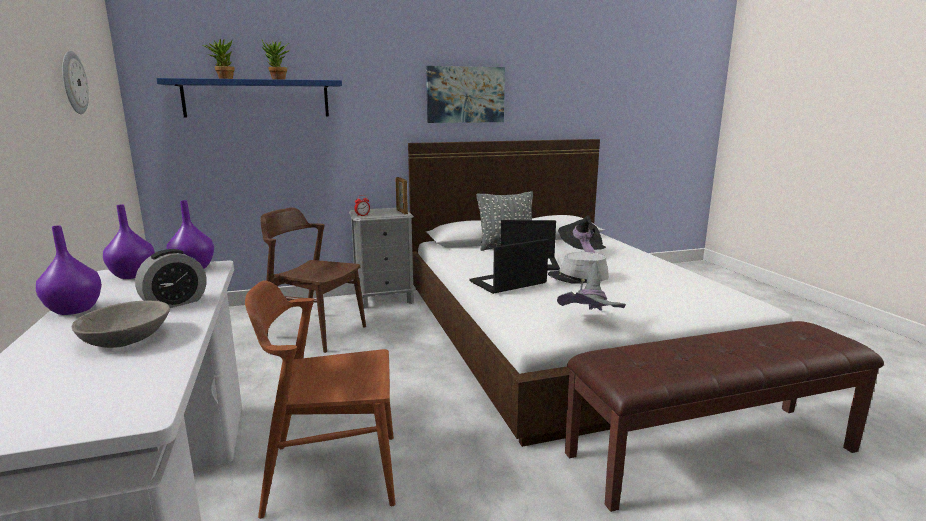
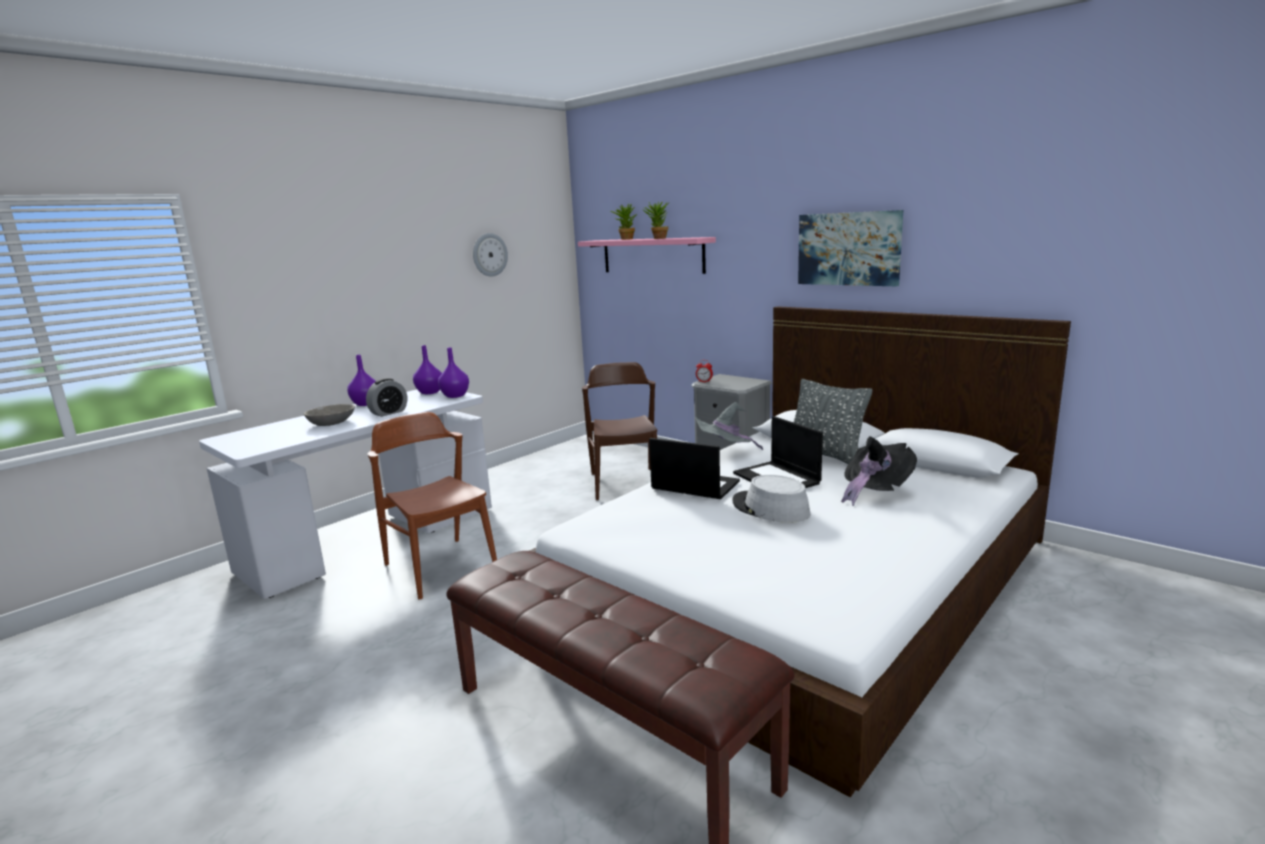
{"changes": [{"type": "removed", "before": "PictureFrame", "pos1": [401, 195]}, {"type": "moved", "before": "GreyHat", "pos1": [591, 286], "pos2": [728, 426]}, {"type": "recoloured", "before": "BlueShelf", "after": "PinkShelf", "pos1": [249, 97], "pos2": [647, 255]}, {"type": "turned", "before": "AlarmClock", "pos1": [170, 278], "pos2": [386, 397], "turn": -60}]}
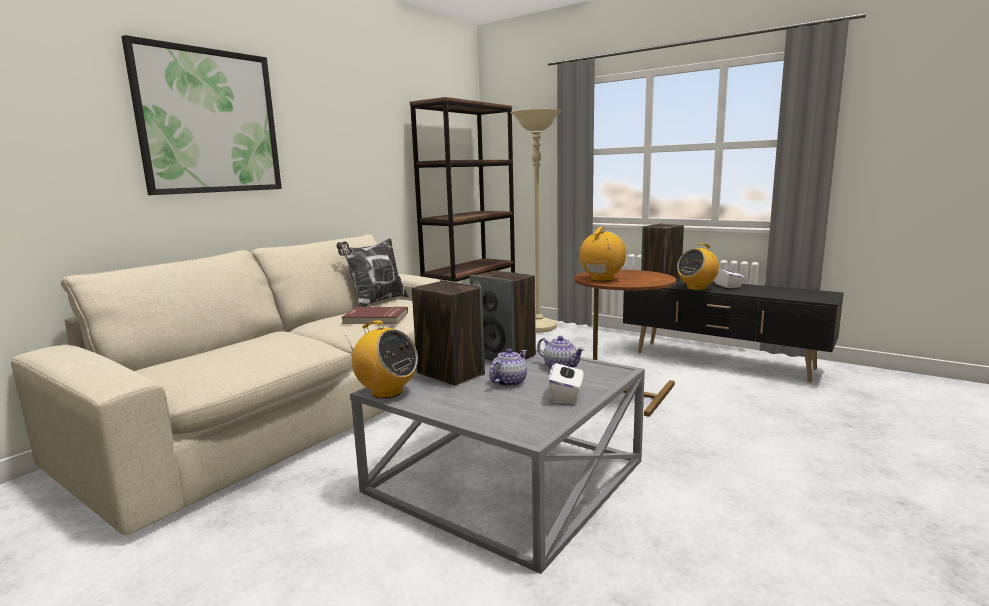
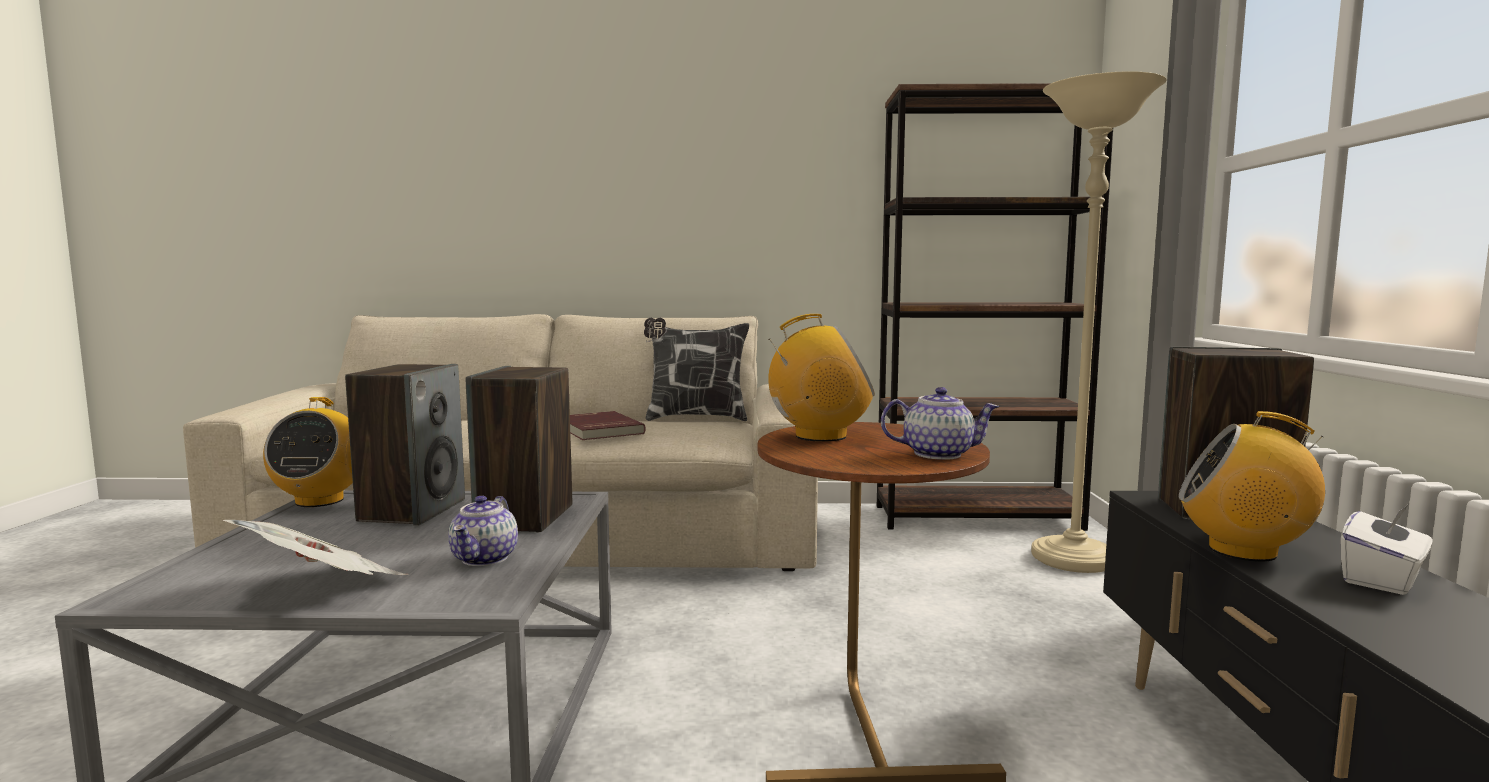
{"changes": [{"type": "removed", "before": "Picture", "pos1": [201, 115]}, {"type": "moved", "before": "Teapot", "pos1": [508, 368], "pos2": [940, 423]}, {"type": "replaced", "before": "WhiteTissueBox", "after": "Newspaper", "pos1": [566, 381], "pos2": [315, 547]}]}
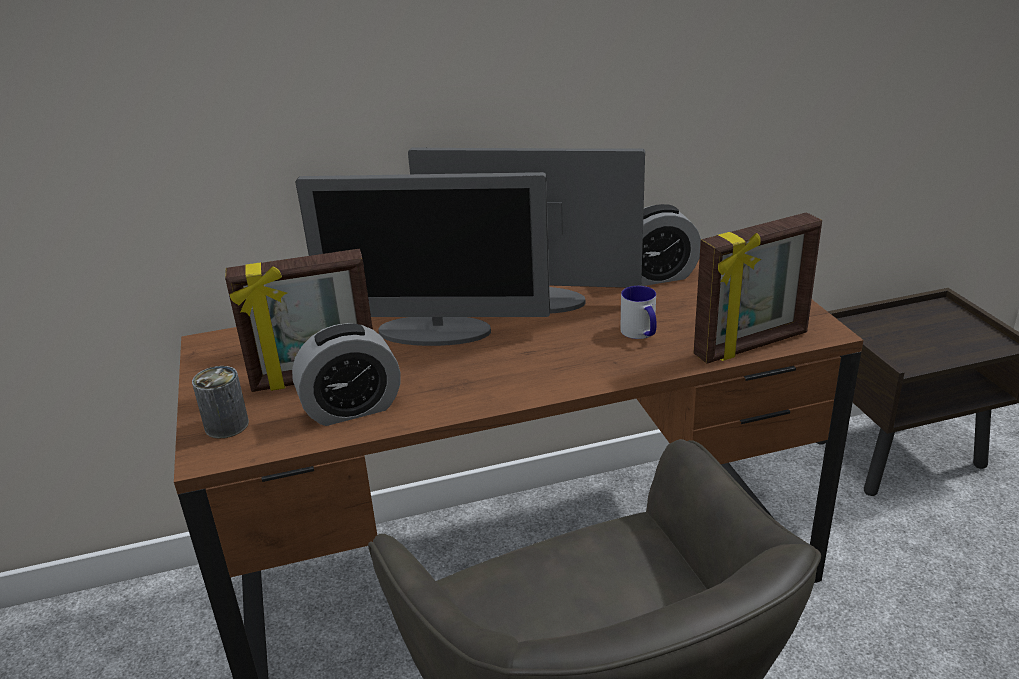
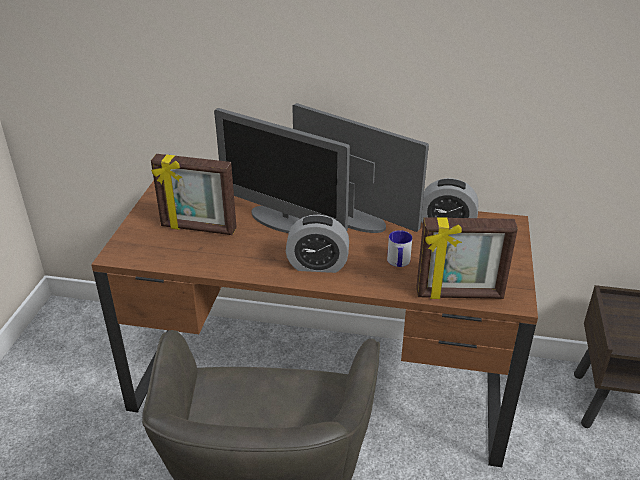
{"changes": [{"type": "removed", "before": "Can", "pos1": [220, 402]}, {"type": "moved", "before": "AlarmClock", "pos1": [346, 374], "pos2": [317, 243]}]}
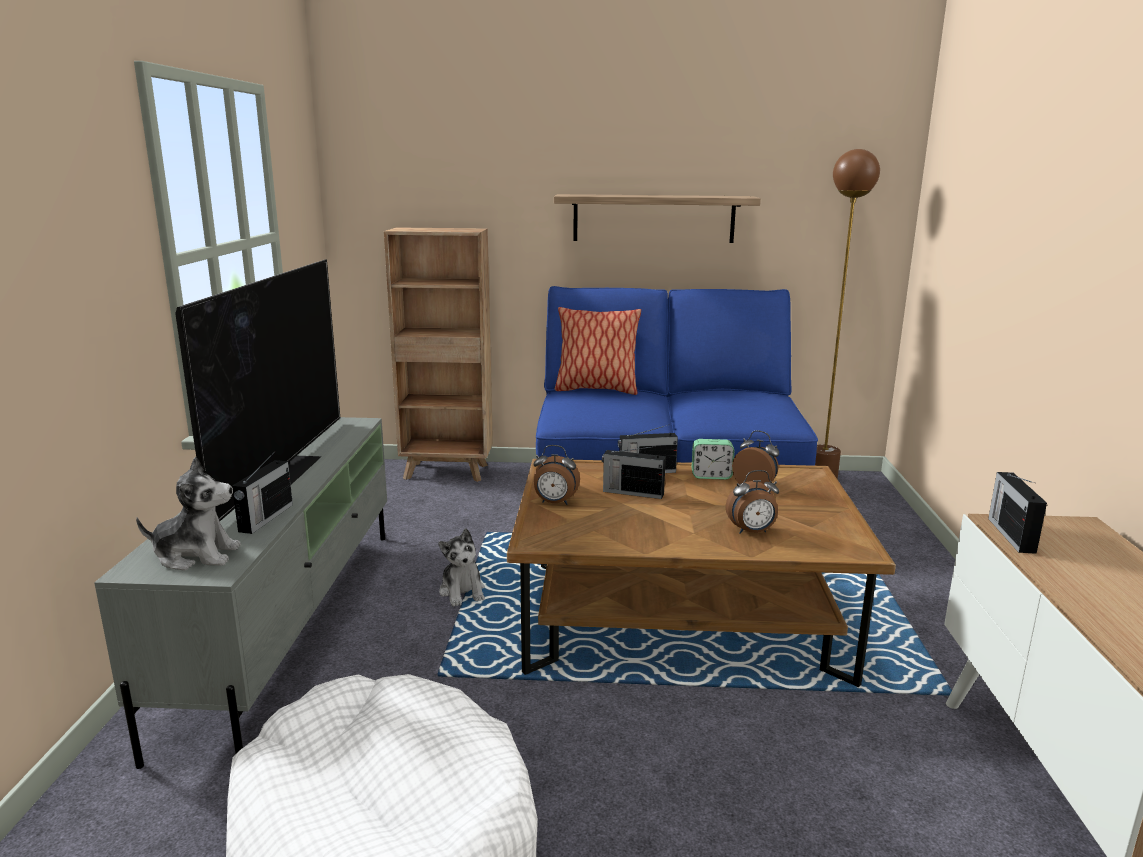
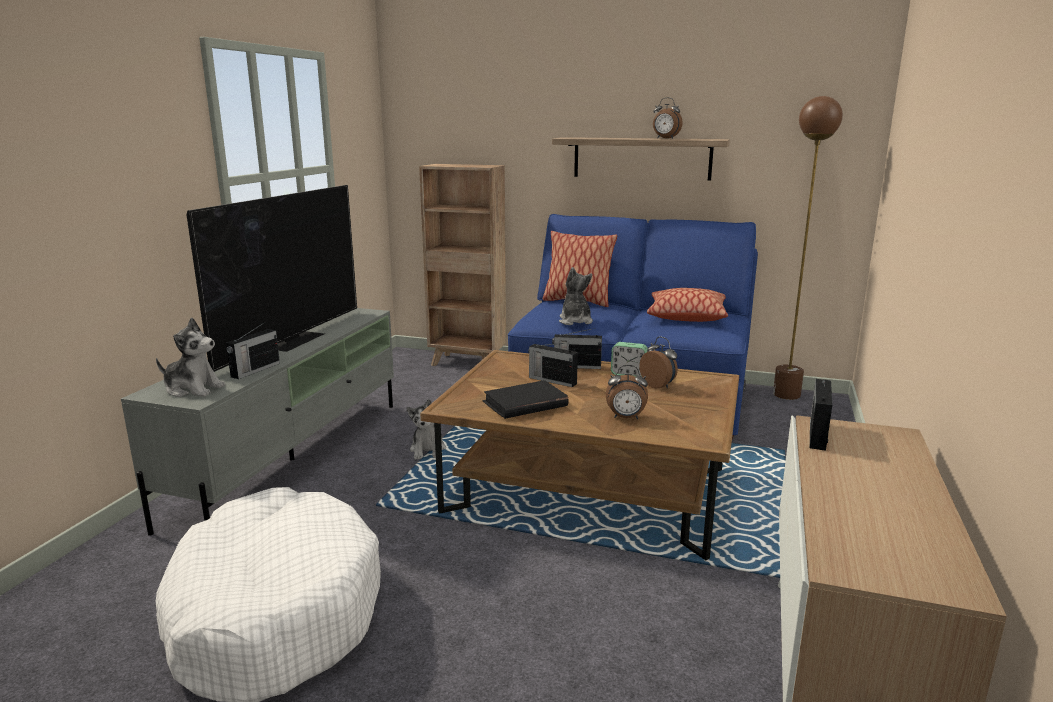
{"changes": [{"type": "added", "after": "BlackBook", "pos2": [525, 399]}, {"type": "added", "after": "PlushToy", "pos2": [576, 296]}, {"type": "added", "after": "Pillow", "pos2": [687, 305]}, {"type": "moved", "before": "AlarmClock", "pos1": [556, 475], "pos2": [668, 118]}]}
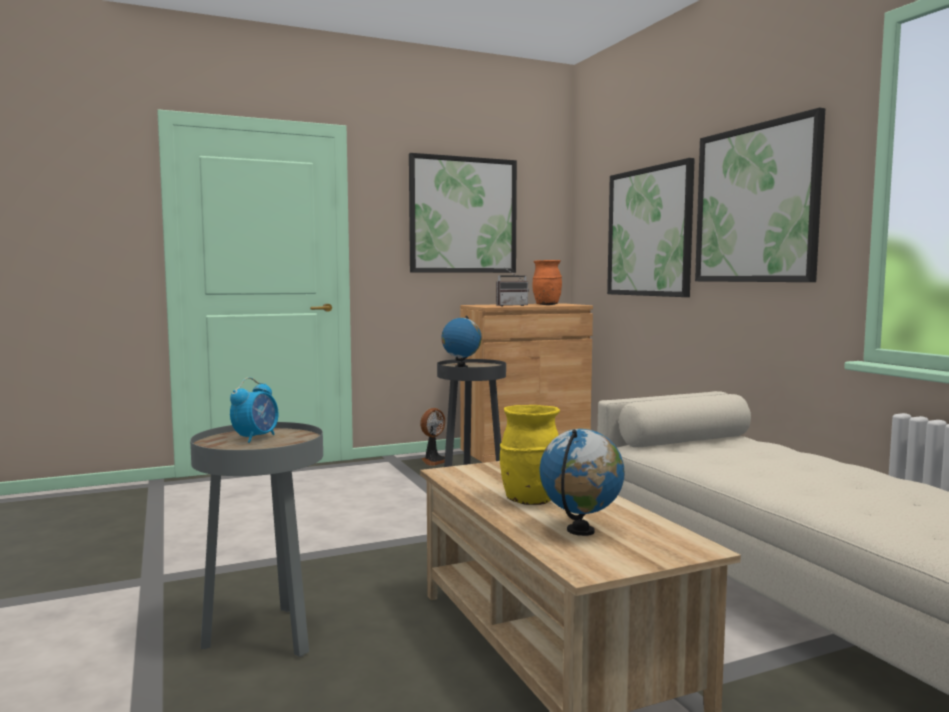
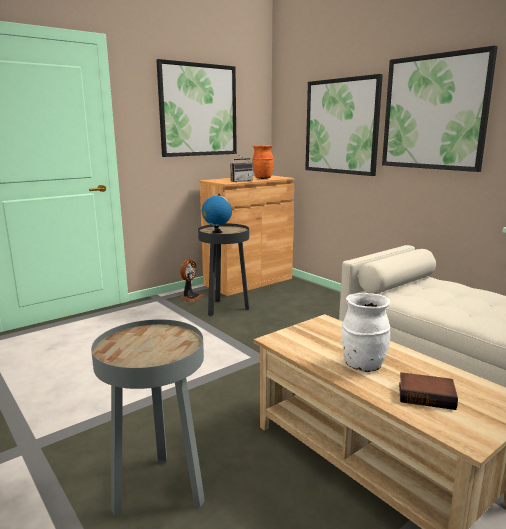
{"changes": [{"type": "removed", "before": "AlarmClock", "pos1": [254, 410]}, {"type": "replaced", "before": "Globe", "after": "Book", "pos1": [581, 482], "pos2": [428, 391]}, {"type": "recoloured", "before": "YellowVase", "after": "WhiteVase", "pos1": [530, 455], "pos2": [365, 332]}]}
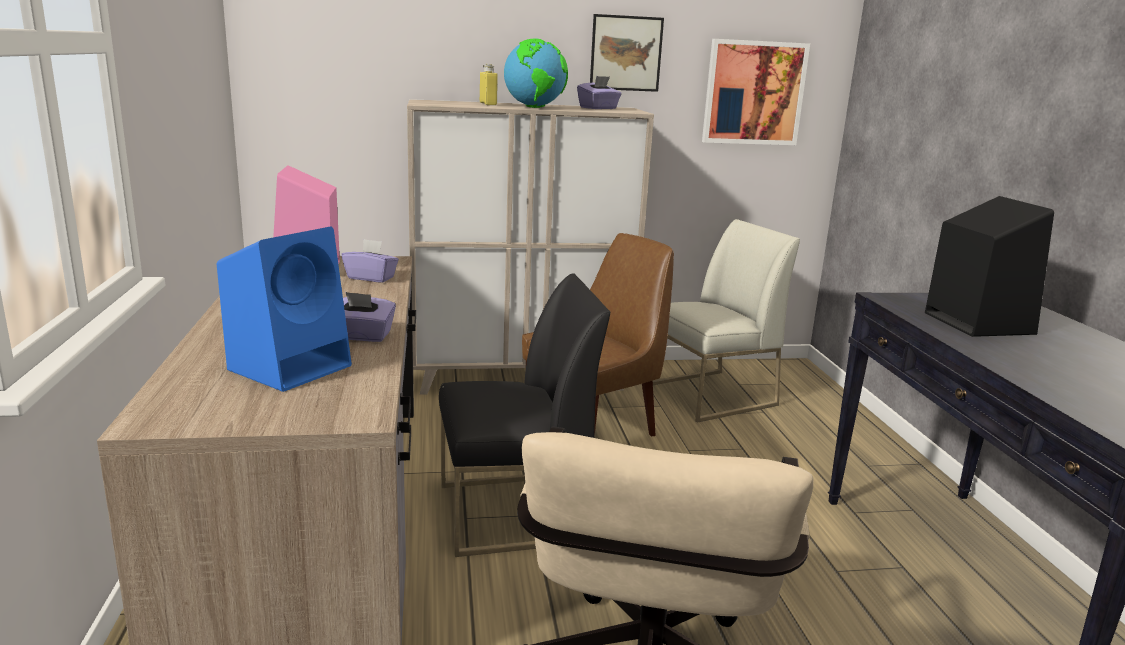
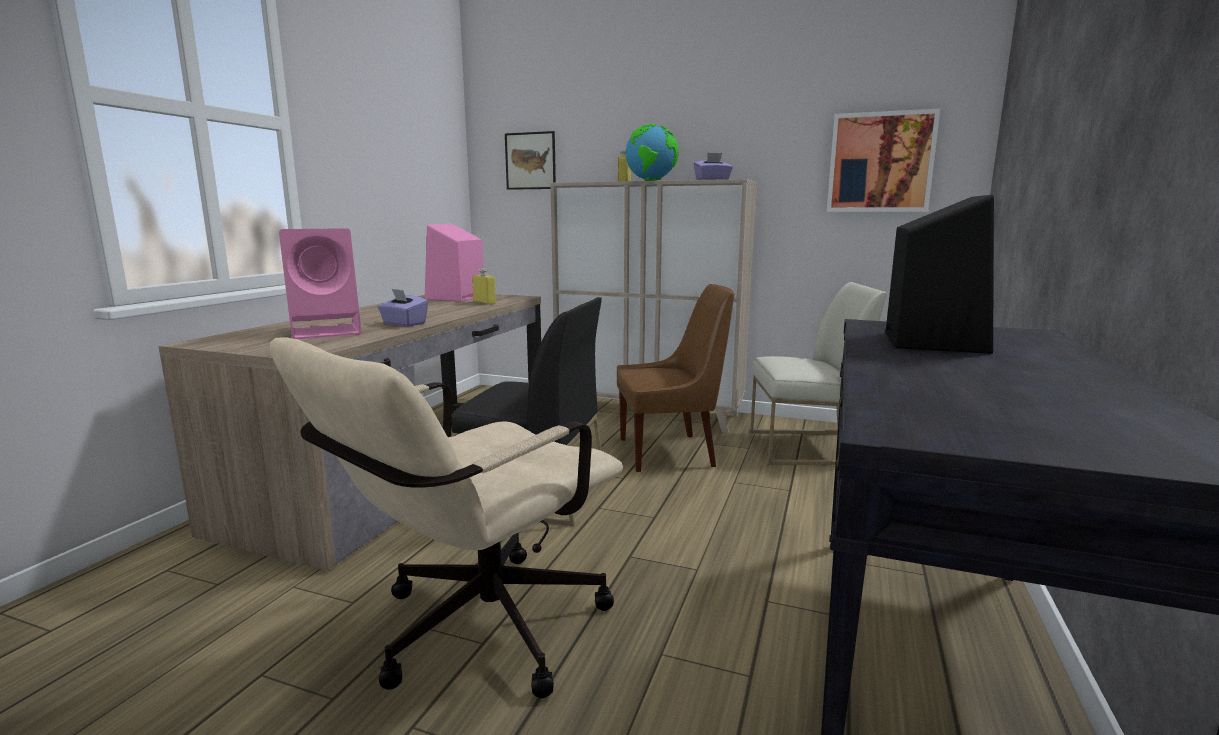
{"changes": [{"type": "moved", "before": "Picture", "pos1": [627, 53], "pos2": [530, 160]}, {"type": "replaced", "before": "PurpleTissueBox", "after": "YellowBottle", "pos1": [370, 261], "pos2": [484, 286]}, {"type": "recoloured", "before": "BlueSpeaker", "after": "PinkSpeaker", "pos1": [284, 309], "pos2": [320, 283]}]}
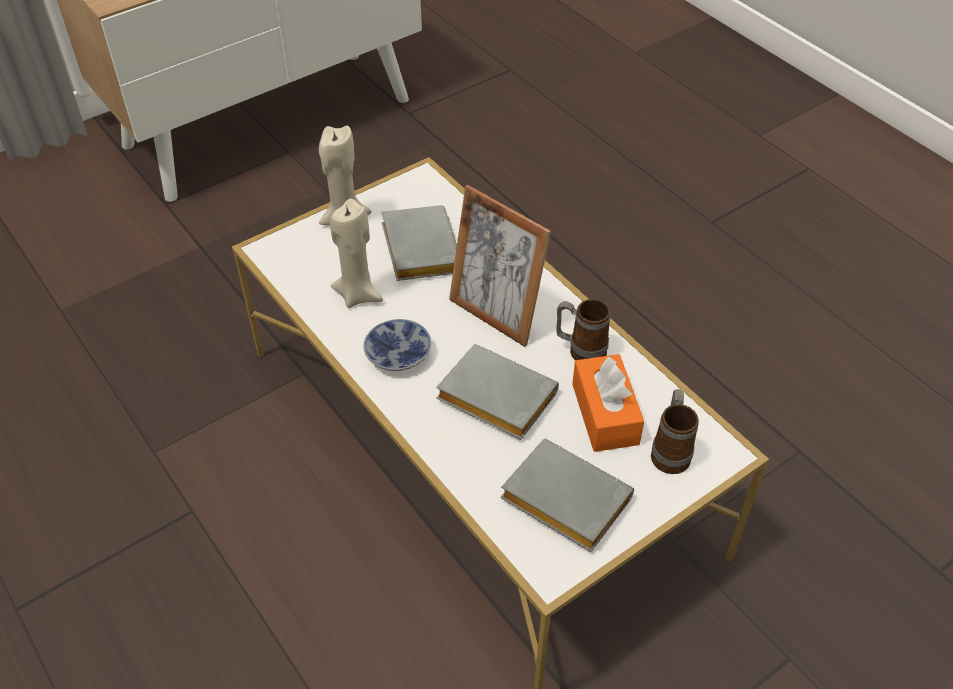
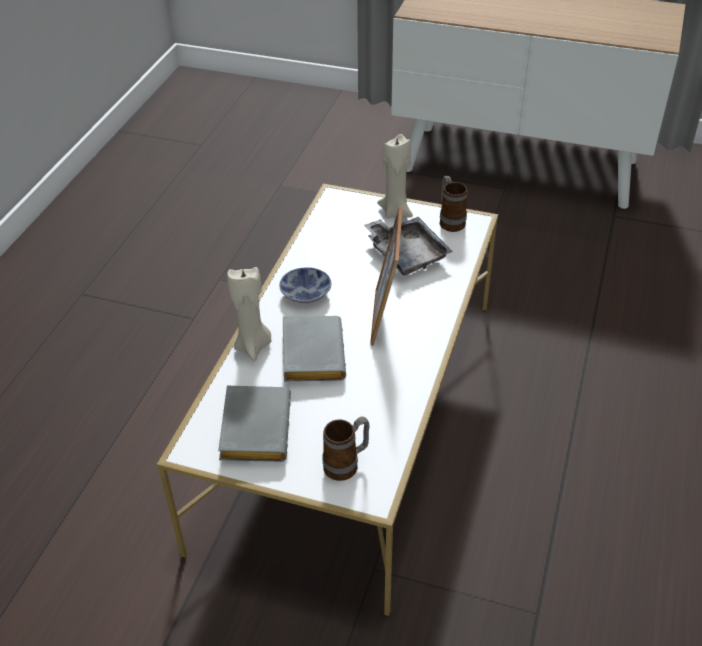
{"changes": [{"type": "removed", "before": "OrangeTissueBox", "pos1": [608, 403]}, {"type": "moved", "before": "BeigeCandle", "pos1": [356, 253], "pos2": [249, 313]}, {"type": "moved", "before": "Mug", "pos1": [583, 329], "pos2": [453, 204]}, {"type": "replaced", "before": "GreyBook", "after": "GreyTray", "pos1": [419, 243], "pos2": [408, 246]}]}
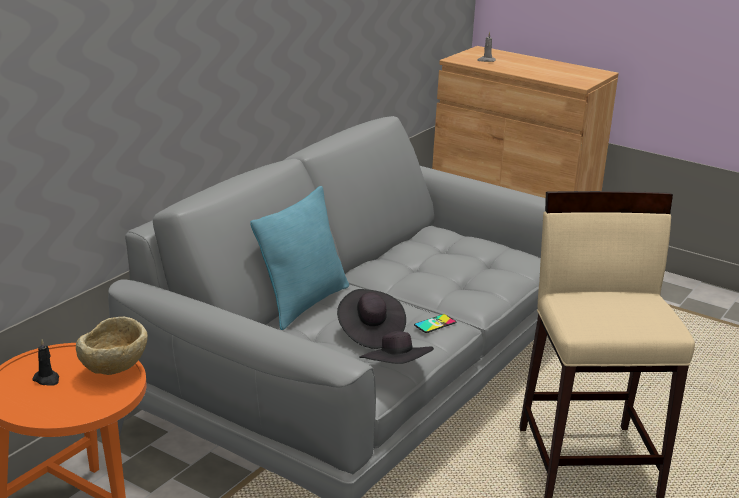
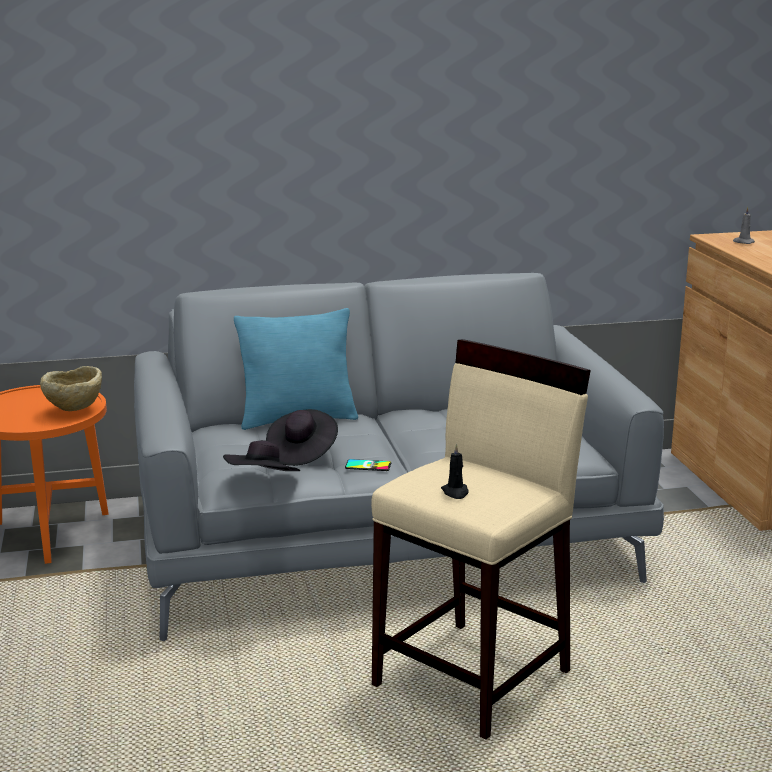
{"changes": [{"type": "moved", "before": "BlackCandle", "pos1": [45, 362], "pos2": [455, 471]}]}
